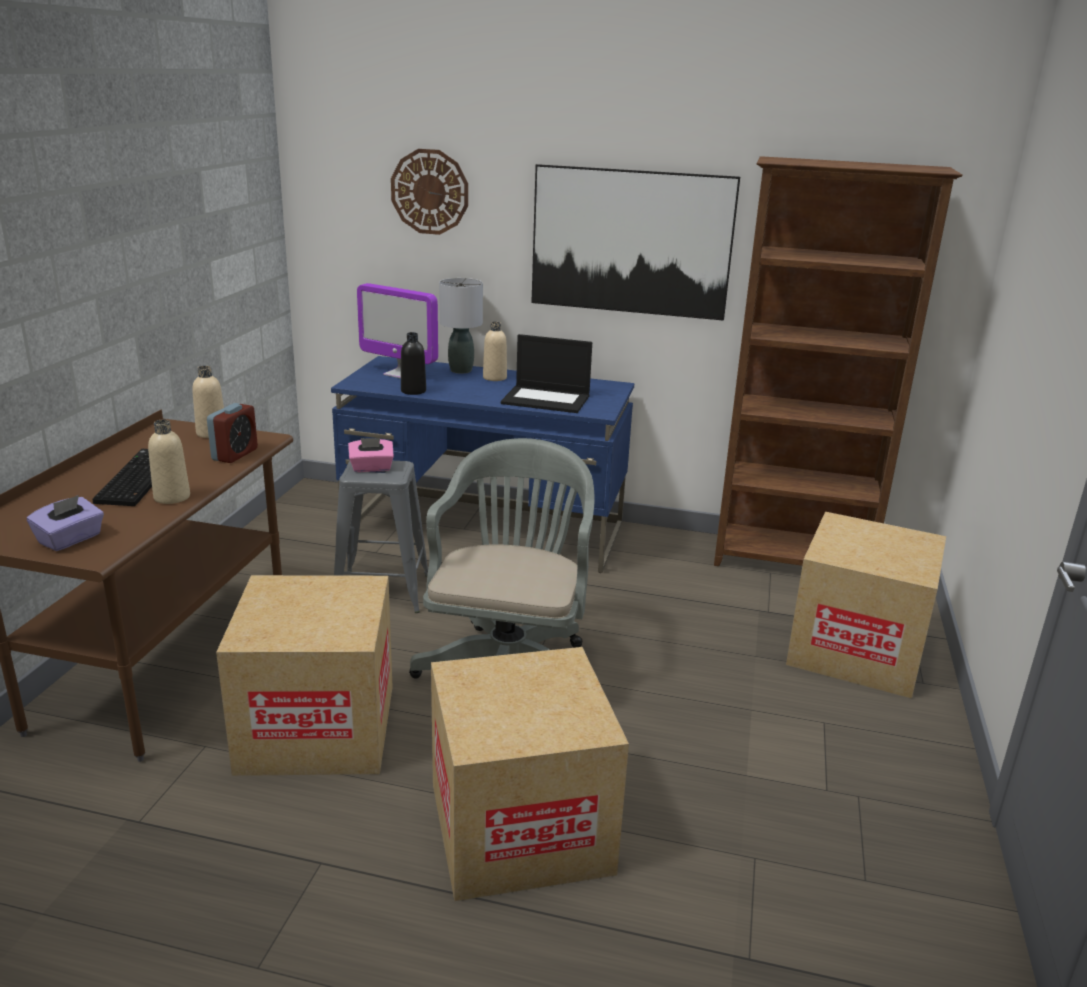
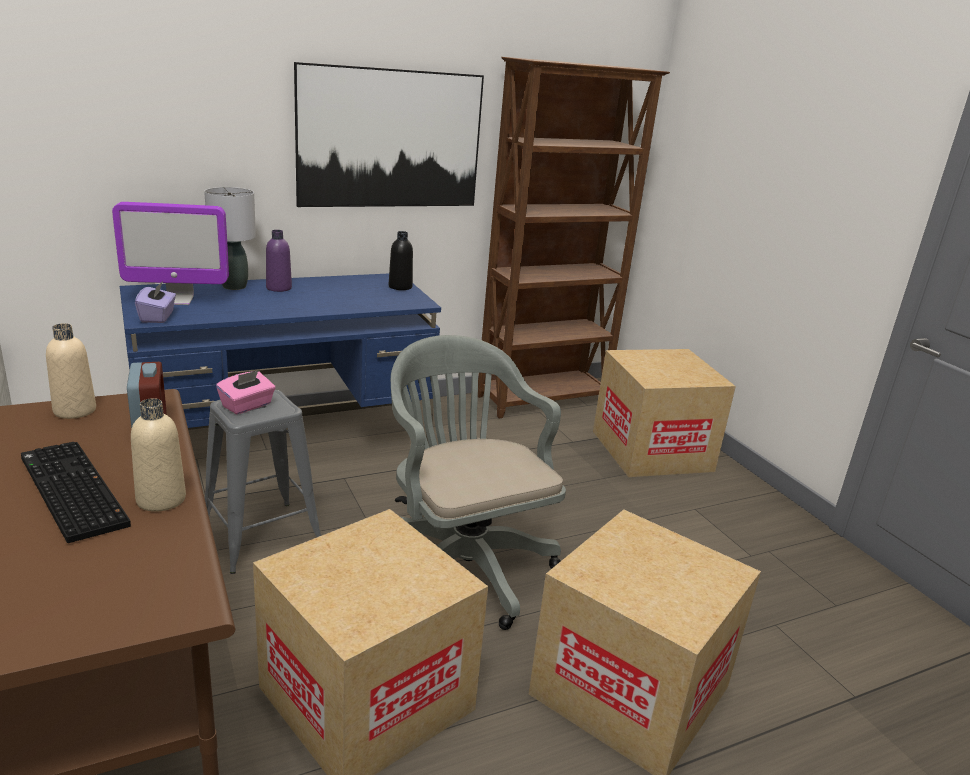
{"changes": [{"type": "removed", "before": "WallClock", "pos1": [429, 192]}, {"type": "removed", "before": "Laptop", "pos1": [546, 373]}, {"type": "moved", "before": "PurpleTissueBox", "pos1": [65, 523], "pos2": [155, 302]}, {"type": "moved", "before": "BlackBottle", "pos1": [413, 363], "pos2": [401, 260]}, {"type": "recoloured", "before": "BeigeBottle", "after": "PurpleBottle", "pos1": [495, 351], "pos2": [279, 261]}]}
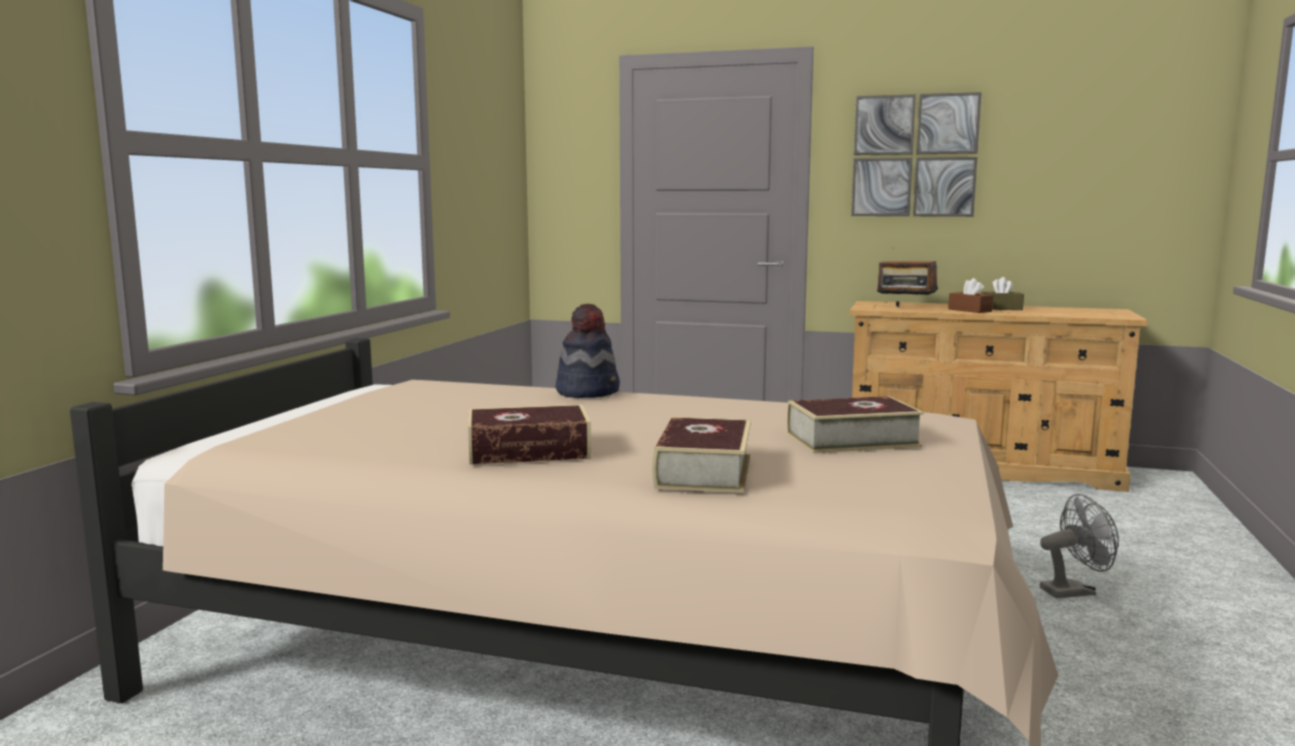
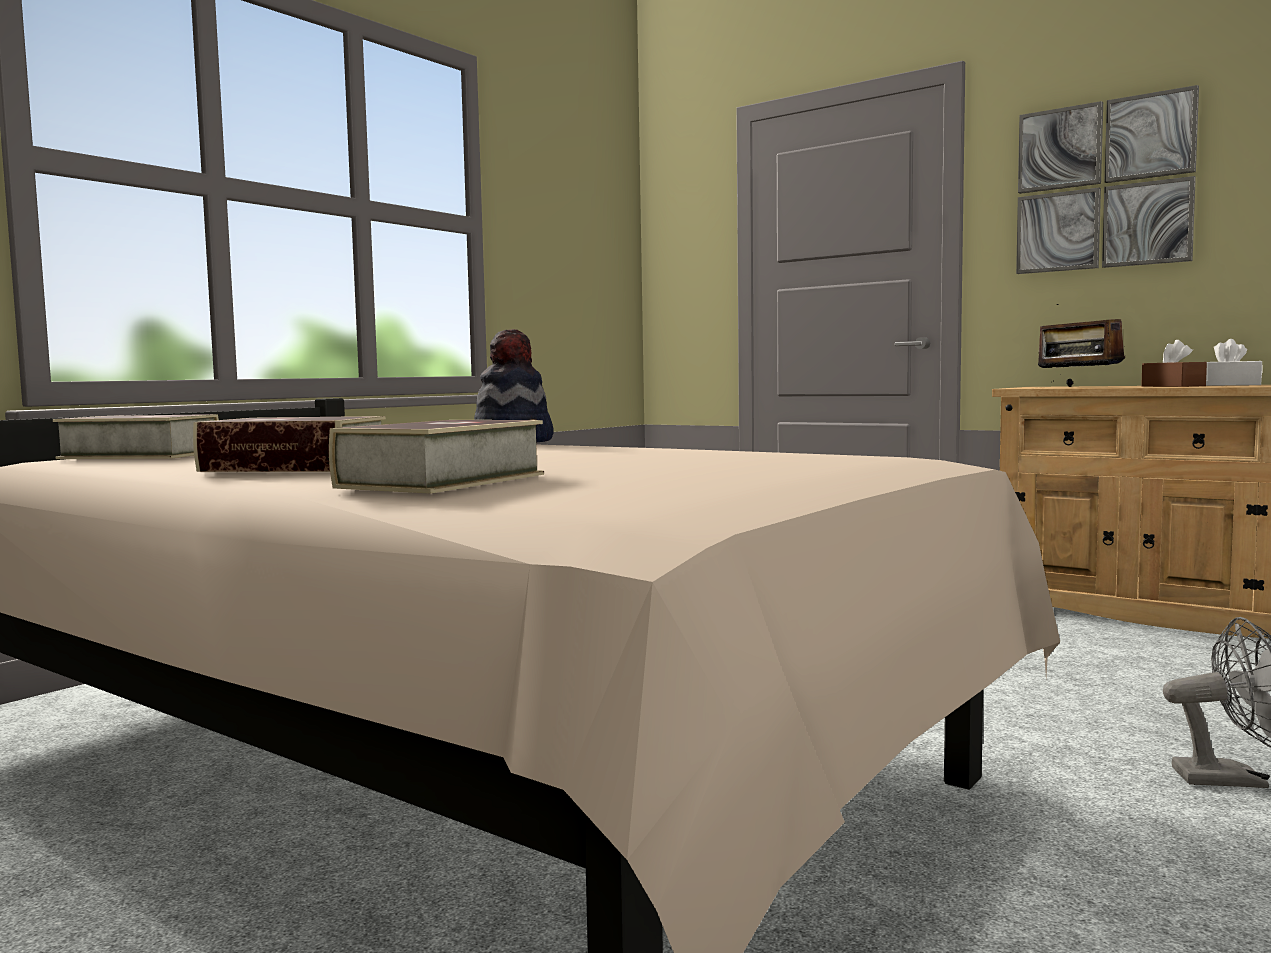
{"changes": [{"type": "moved", "before": "Book", "pos1": [855, 424], "pos2": [136, 436]}, {"type": "recoloured", "before": "BrownTissueBox", "after": "WhiteTissueBox", "pos1": [1002, 293], "pos2": [1234, 362]}]}
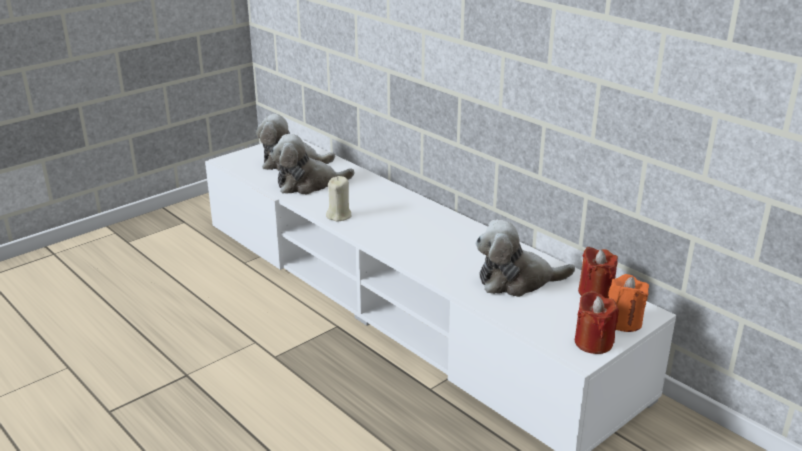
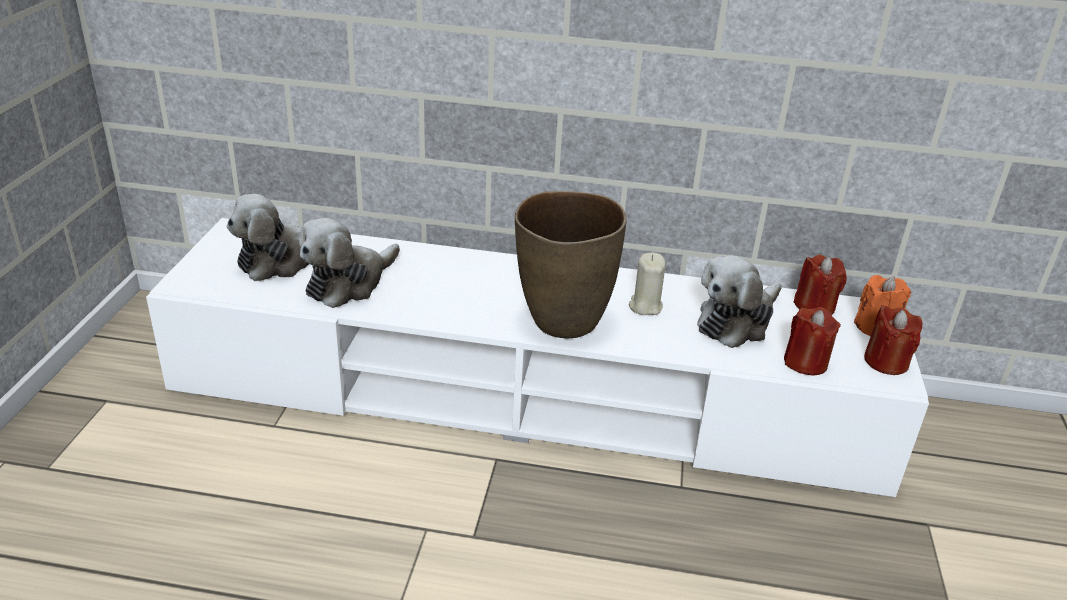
{"changes": [{"type": "added", "after": "BrownVase", "pos2": [571, 265]}, {"type": "added", "after": "RedCandle", "pos2": [812, 341]}, {"type": "moved", "before": "BeigeCandle", "pos1": [338, 199], "pos2": [647, 284]}]}
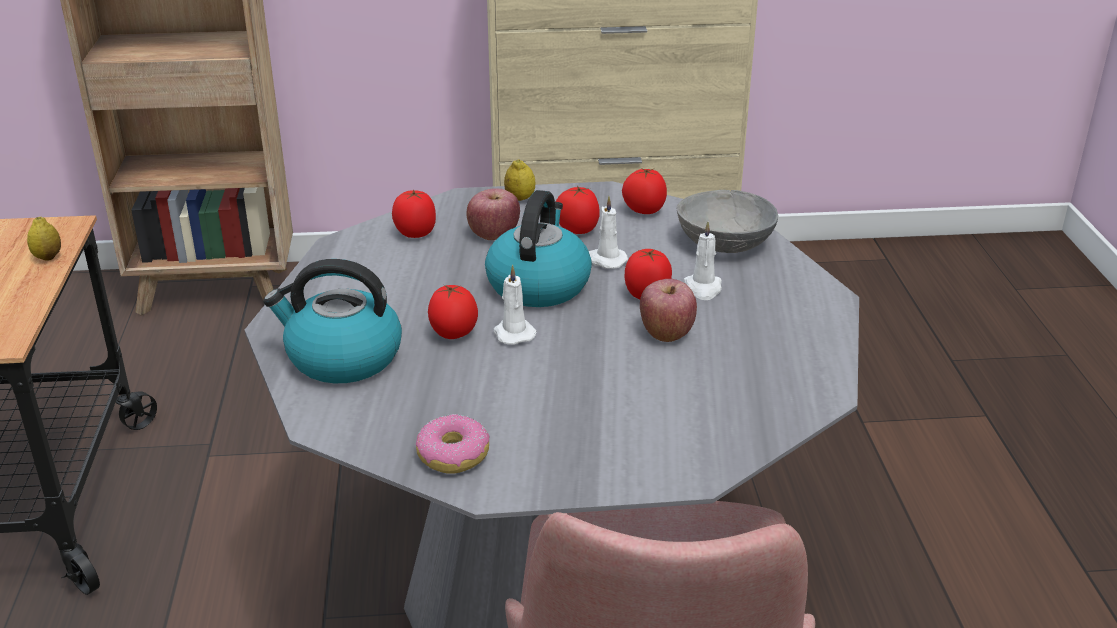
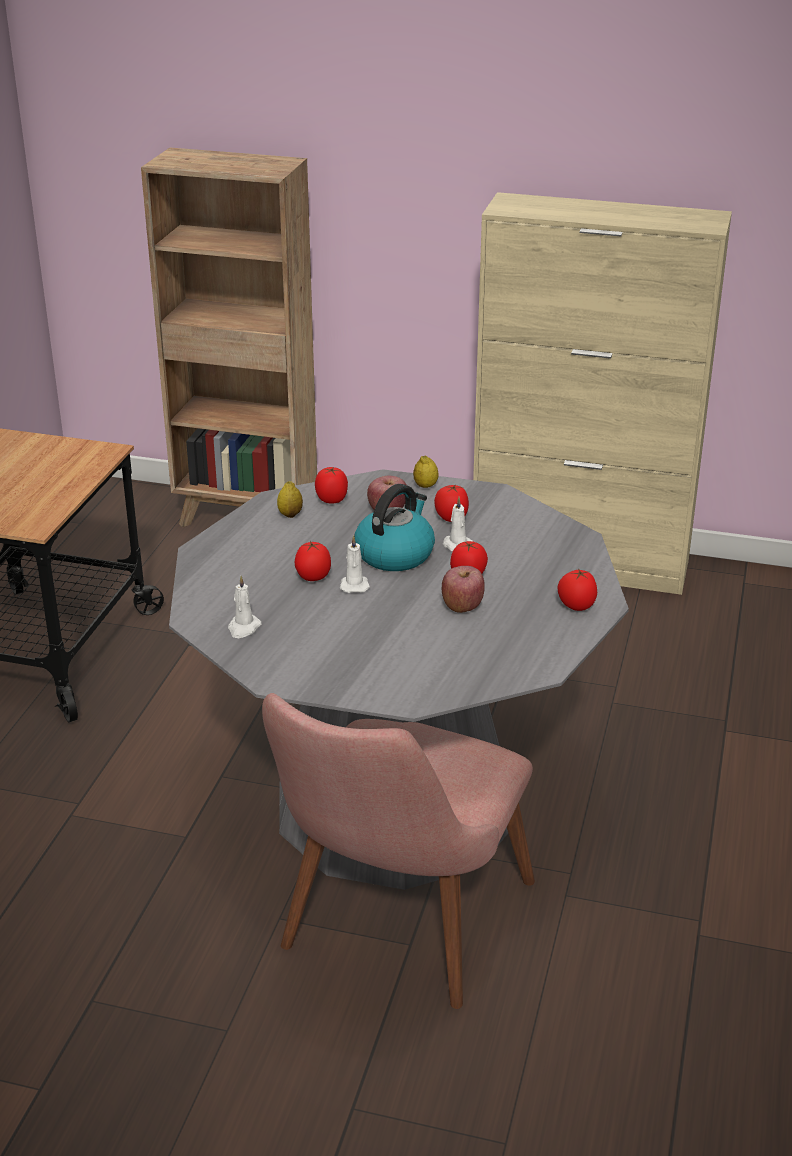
{"changes": [{"type": "removed", "before": "Kettle", "pos1": [332, 321]}, {"type": "removed", "before": "Donut", "pos1": [453, 443]}, {"type": "removed", "before": "GreyBowl", "pos1": [727, 221]}, {"type": "moved", "before": "Lemon", "pos1": [44, 239], "pos2": [290, 499]}, {"type": "moved", "before": "Tomato", "pos1": [644, 191], "pos2": [577, 590]}, {"type": "moved", "before": "WhiteCandle", "pos1": [703, 260], "pos2": [245, 607]}]}
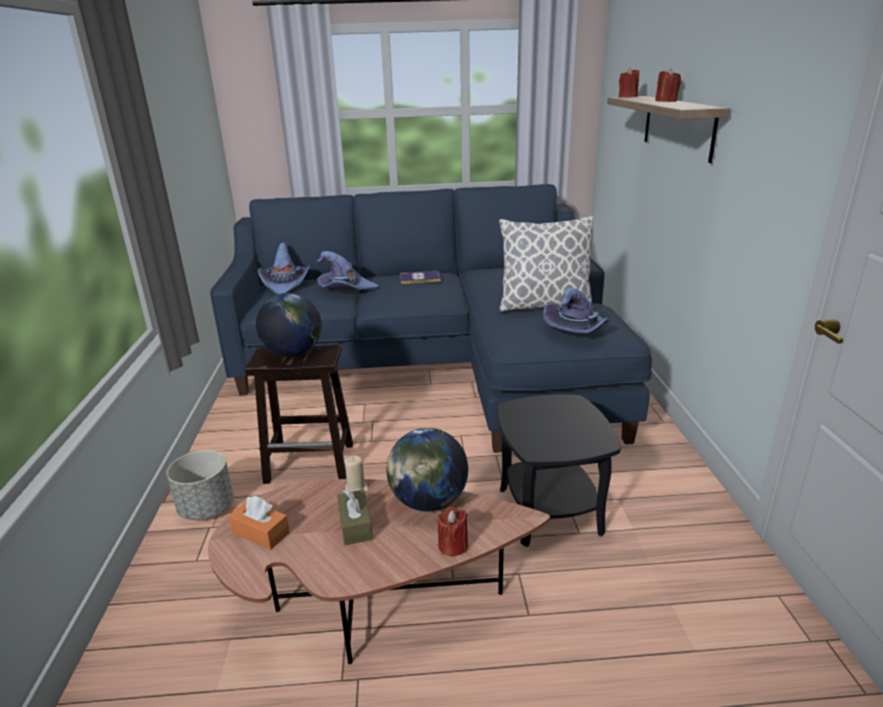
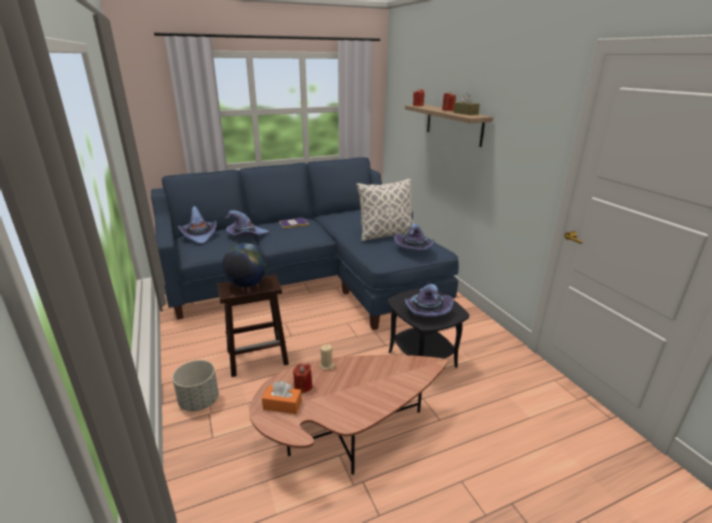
{"changes": [{"type": "removed", "before": "Globe", "pos1": [427, 469]}, {"type": "added", "after": "PurpleHat", "pos2": [429, 300]}, {"type": "moved", "before": "BrownTissueBox", "pos1": [355, 517], "pos2": [466, 104]}, {"type": "moved", "before": "RedCandle", "pos1": [453, 531], "pos2": [302, 378]}]}
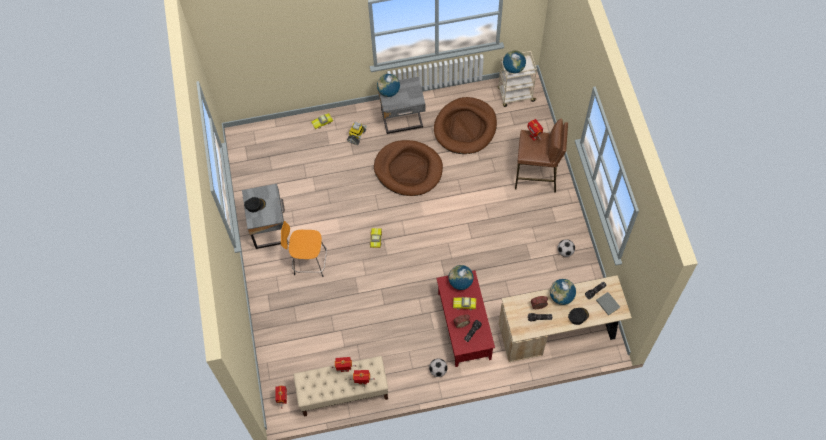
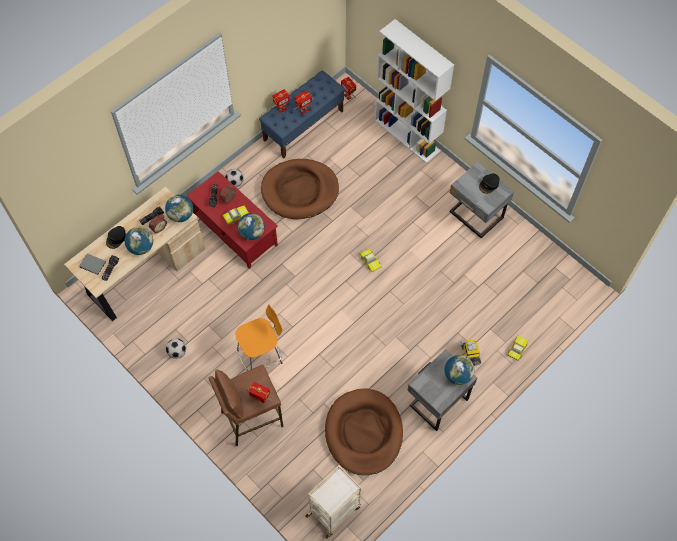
{"changes": [{"type": "added", "after": "WhiteBookcase", "pos2": [414, 91]}, {"type": "moved", "before": "OrangeStool", "pos1": [304, 249], "pos2": [259, 337]}, {"type": "moved", "before": "BrownDogBed", "pos1": [408, 168], "pos2": [300, 189]}, {"type": "moved", "before": "Globe", "pos1": [514, 61], "pos2": [179, 208]}, {"type": "recoloured", "before": "BeigeBench", "after": "BlueBench", "pos1": [340, 386], "pos2": [302, 114]}]}
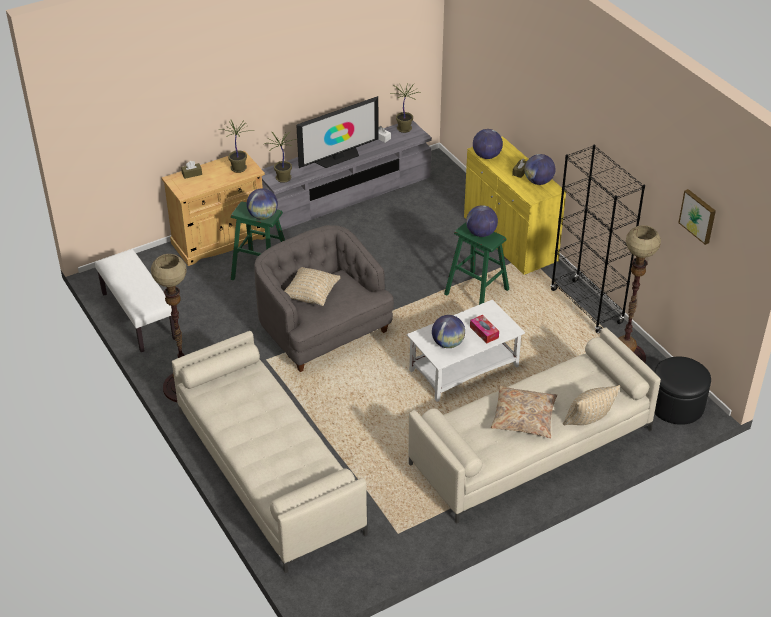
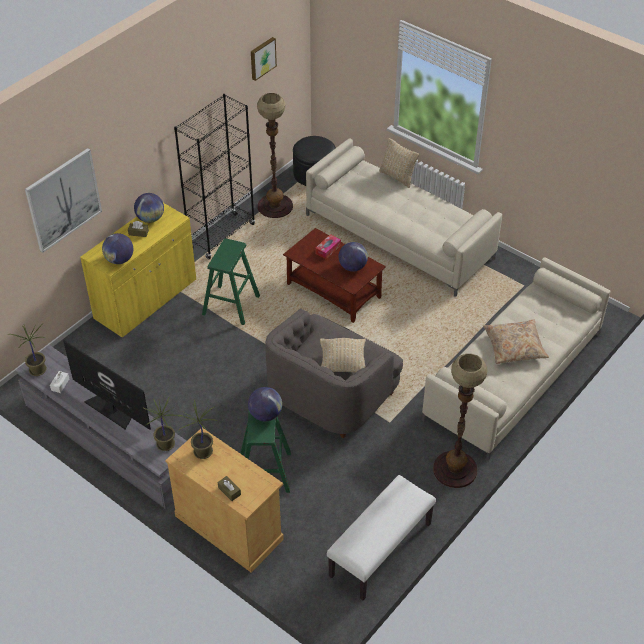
{"changes": [{"type": "removed", "before": "Globe", "pos1": [482, 221]}, {"type": "added", "after": "Picture", "pos2": [63, 200]}, {"type": "moved", "before": "BeigePillow", "pos1": [524, 411], "pos2": [516, 341]}, {"type": "recoloured", "before": "WhiteCoffeeTable", "after": "BrownCoffeeTable", "pos1": [466, 350], "pos2": [334, 275]}]}
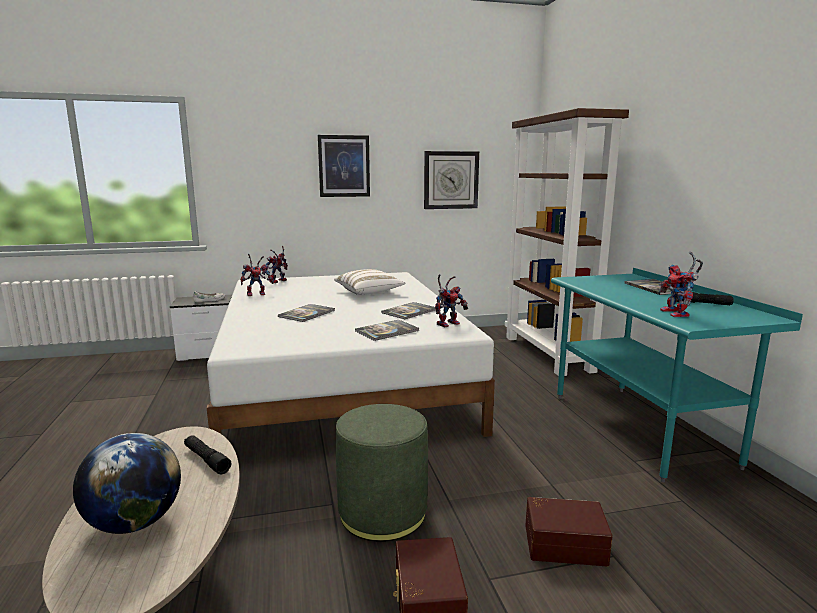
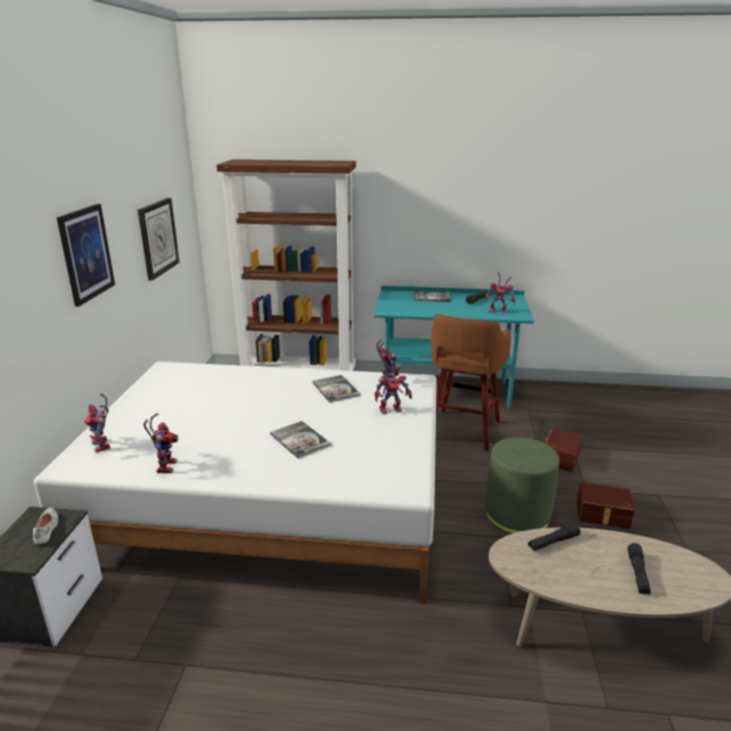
{"changes": [{"type": "removed", "before": "WhitePillow", "pos1": [370, 282]}, {"type": "added", "after": "BrownStool", "pos2": [471, 382]}, {"type": "replaced", "before": "Globe", "after": "BlackFlashlight", "pos1": [127, 483], "pos2": [639, 569]}, {"type": "replaced", "before": "Book", "after": "ToyRobot", "pos1": [387, 330], "pos2": [393, 388]}]}
